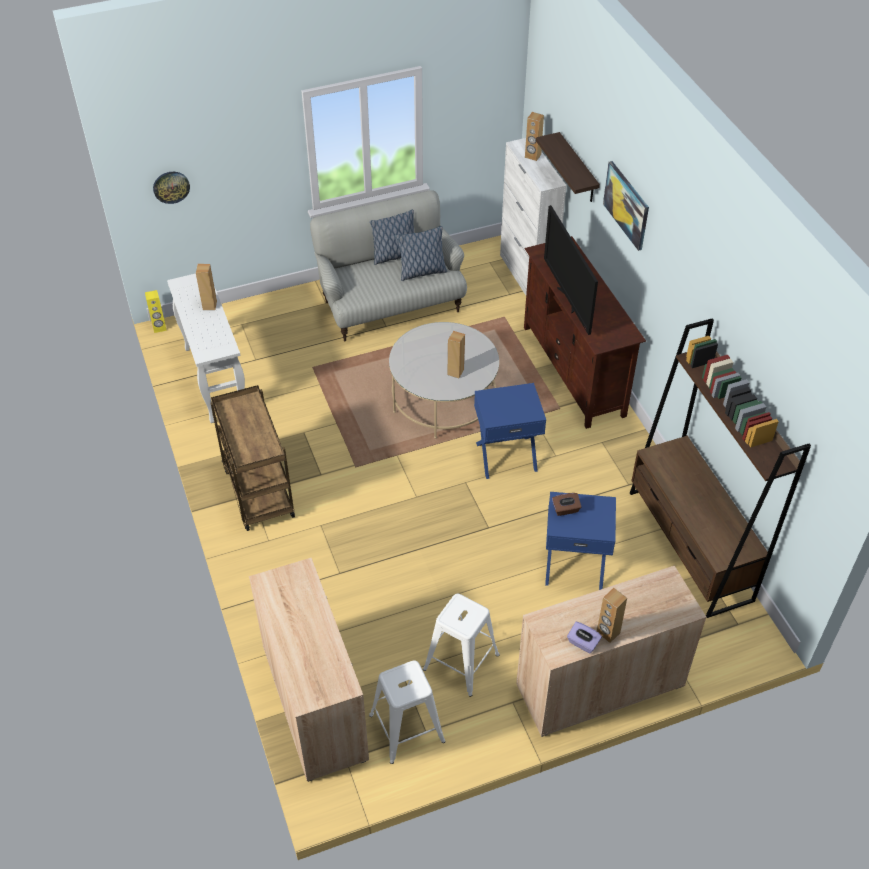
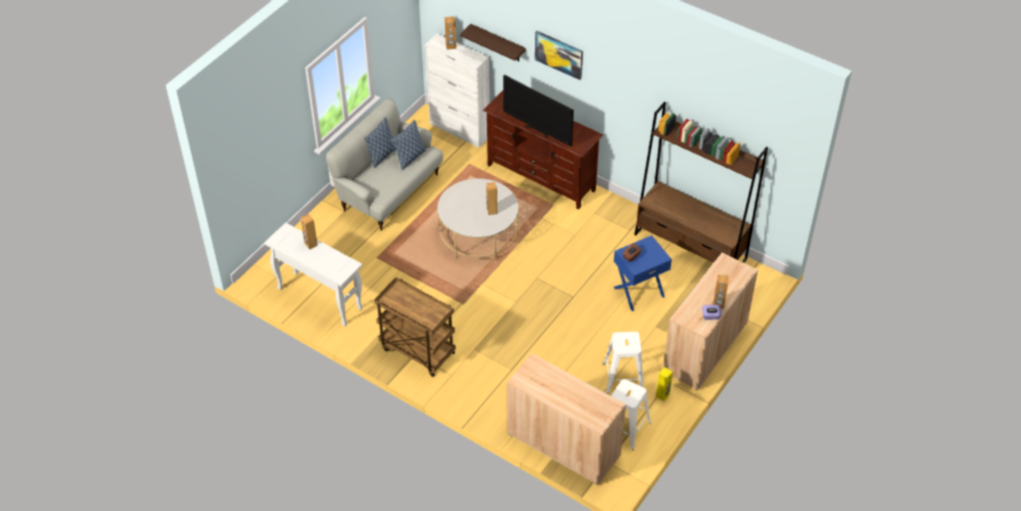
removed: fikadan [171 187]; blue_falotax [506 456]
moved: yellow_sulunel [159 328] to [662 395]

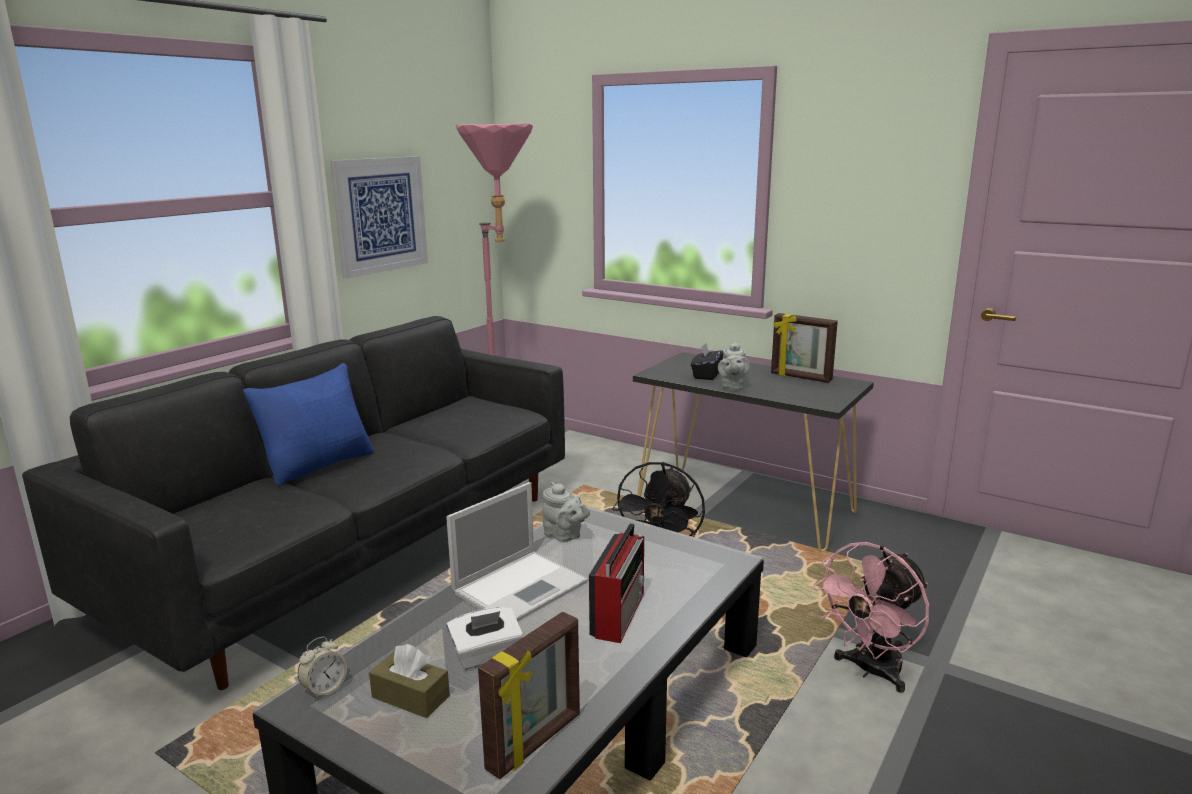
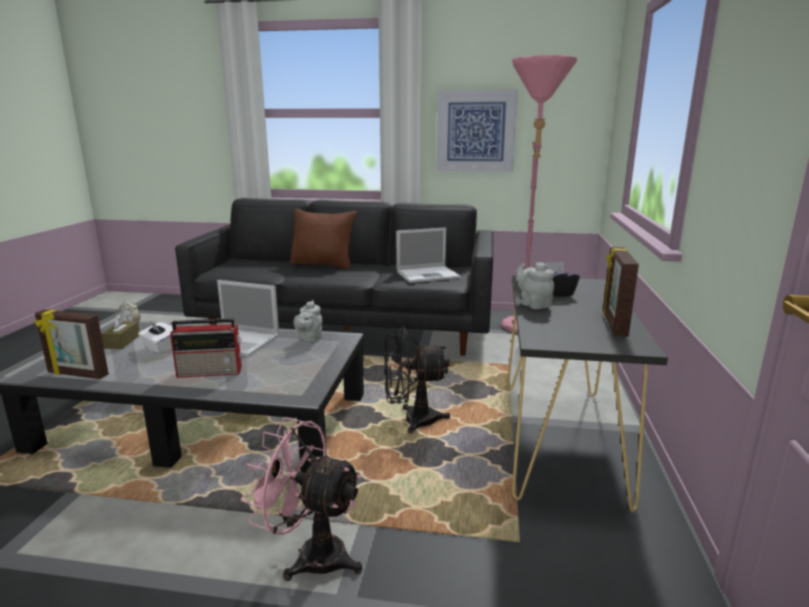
added: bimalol [429 274]
recoloured: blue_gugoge [319 465] to brown_gugoge [323 264]
turned: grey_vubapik [732 387] = [533 304] 75 degrees clockwise

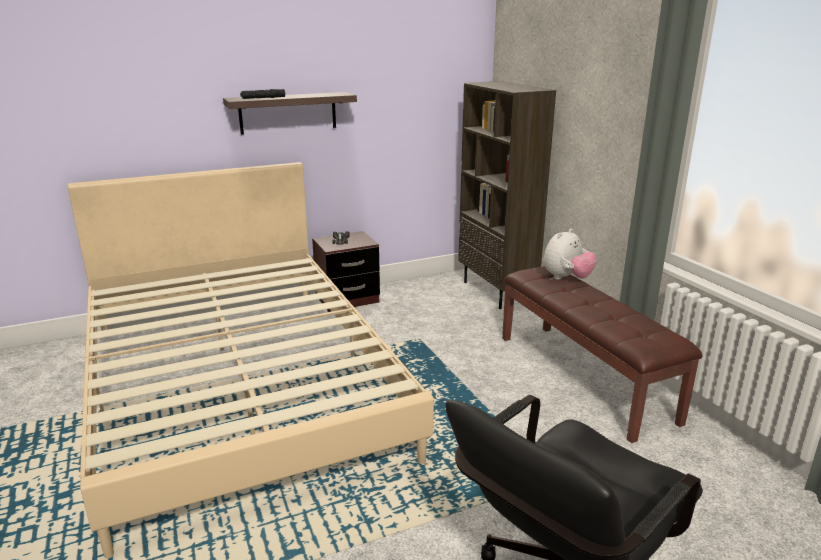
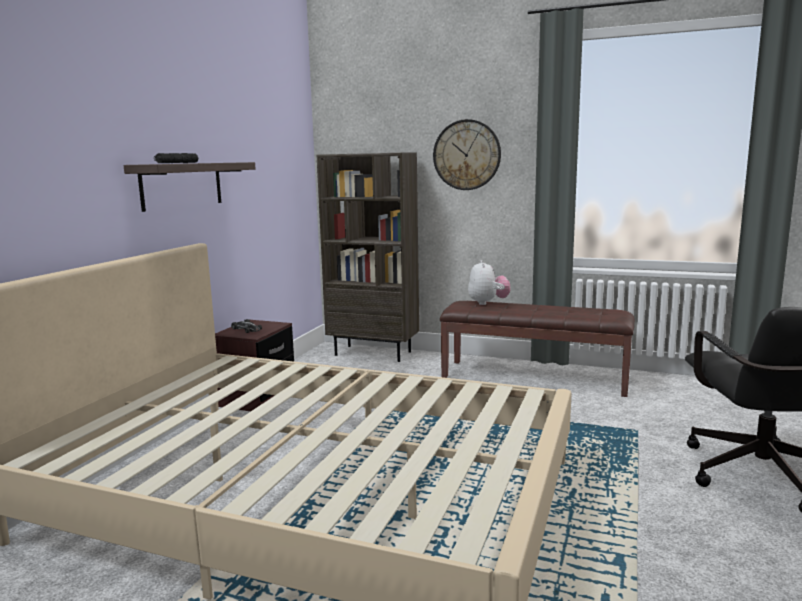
added: fikadan [467 155]

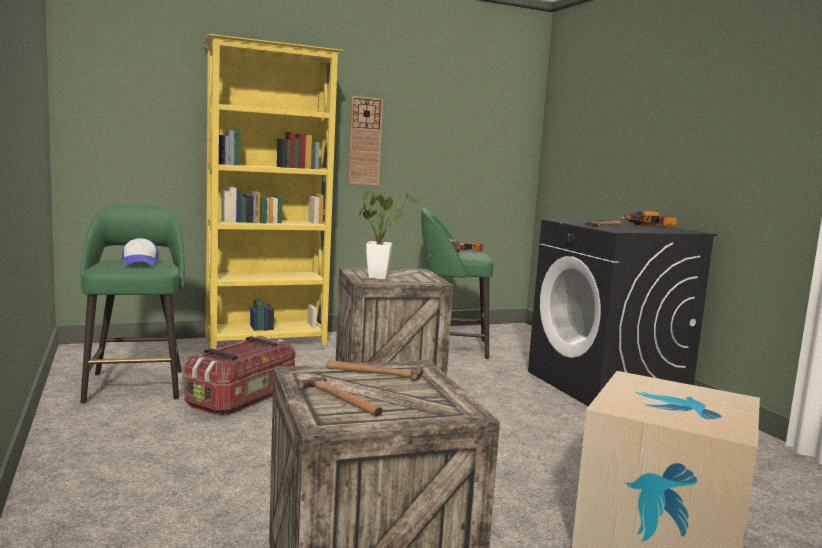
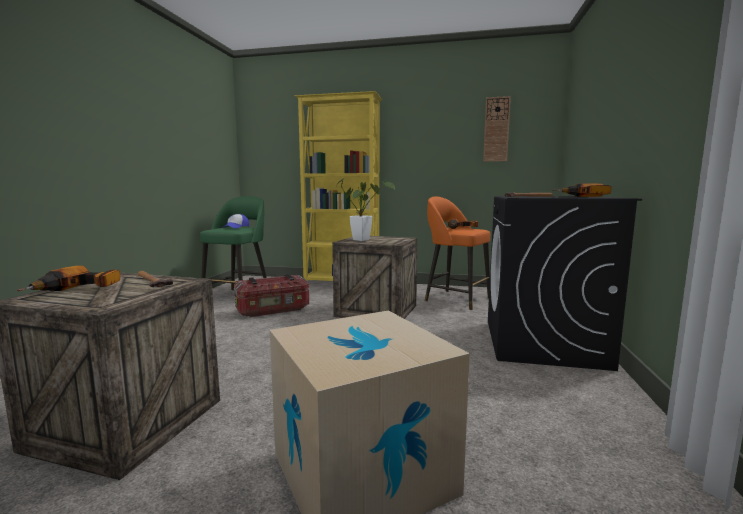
moved: fikadan [364 141] to [496 129]
replaced: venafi [341 400] to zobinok [78 290]
recoloured: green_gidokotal [450 347] to orange_gidokotal [455 299]

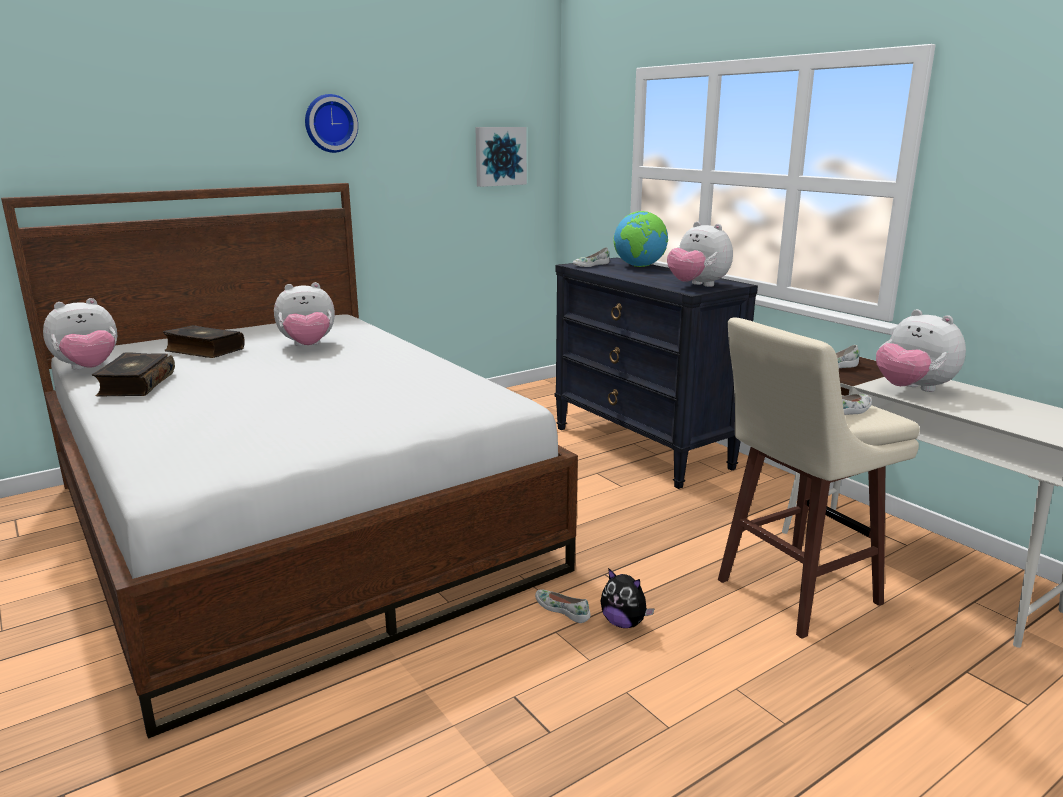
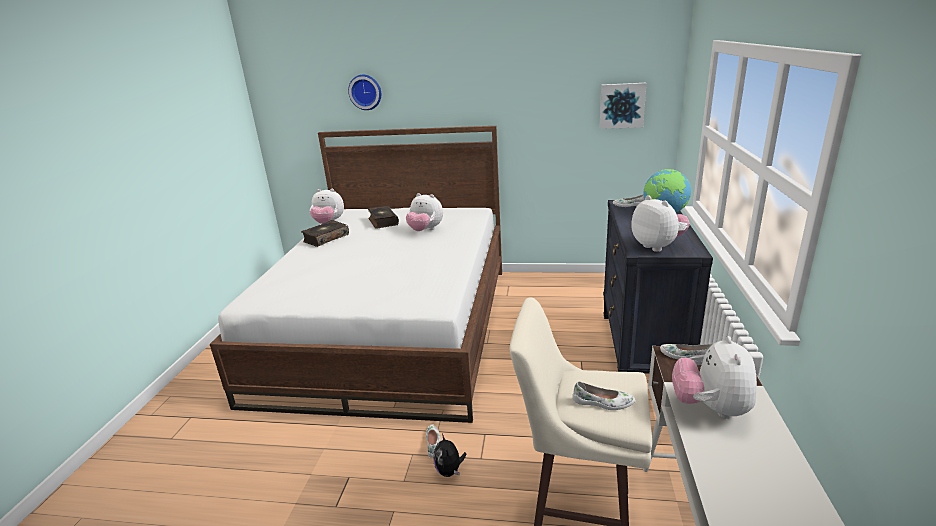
moved: fikadan [330 123] to [365 92]
turned: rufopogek [697 286] = [657 246] 150 degrees clockwise

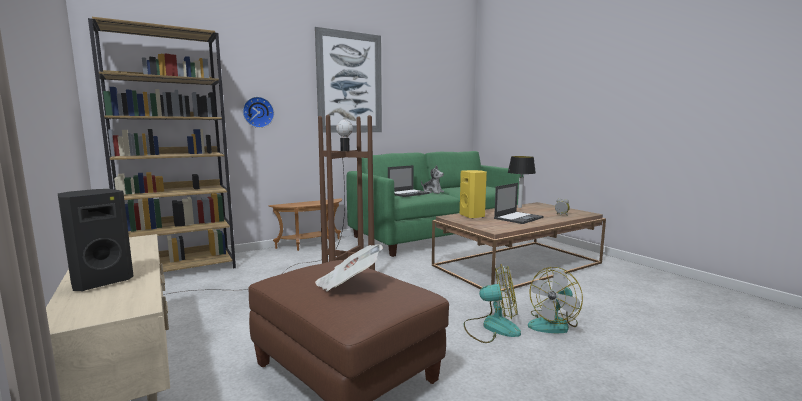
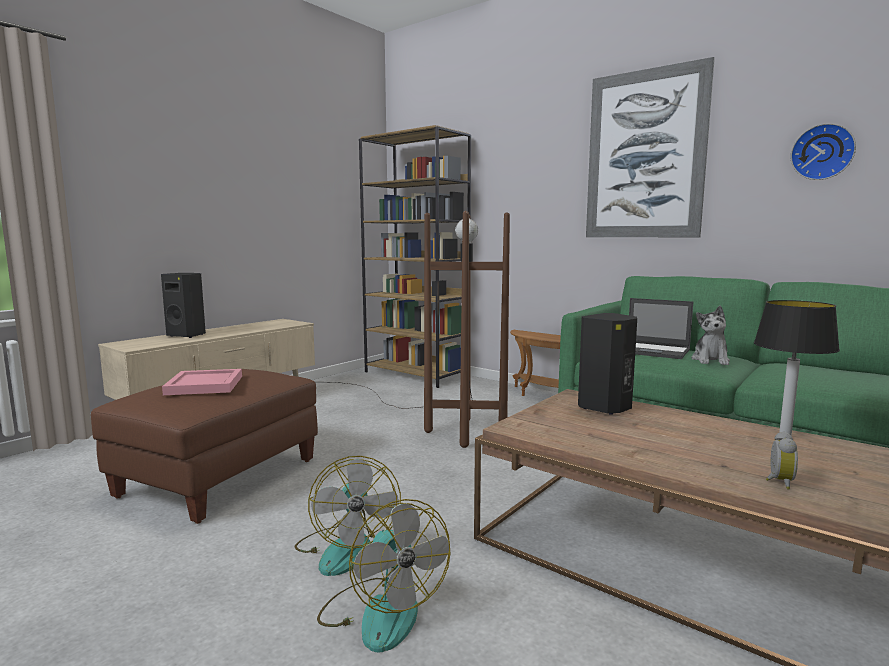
removed: bimalol [518 218]
moved: fikadan [258 112] to [822 152]
replaced: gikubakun [348 284] to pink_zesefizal [204 385]
recoloured: yellow_sulunel [473 216] to black_sulunel [606 408]
turned: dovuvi [553 324] = [381 611] 150 degrees counterclockwise

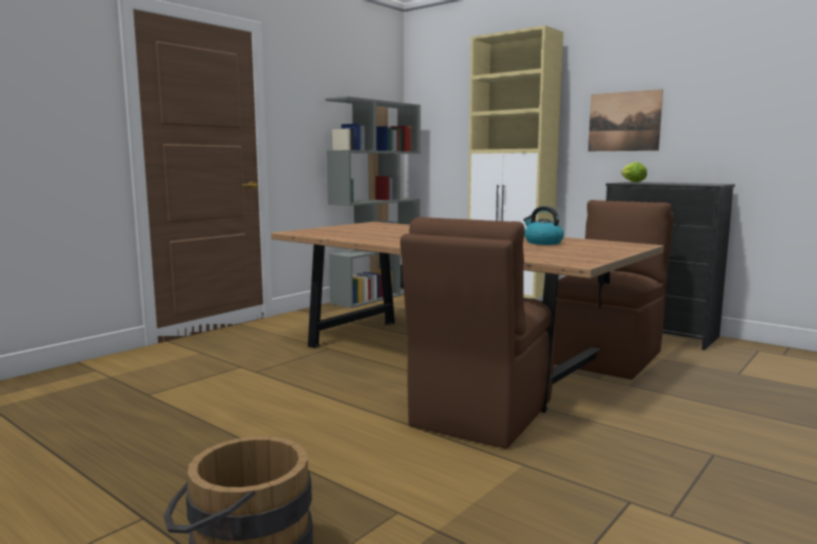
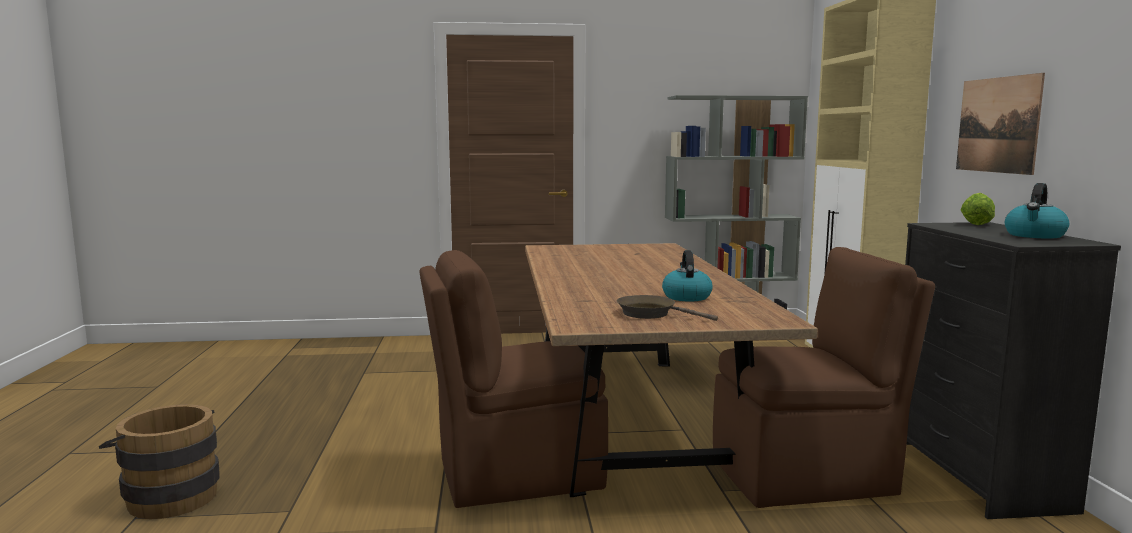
added: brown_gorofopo [651 314]; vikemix [1035 235]

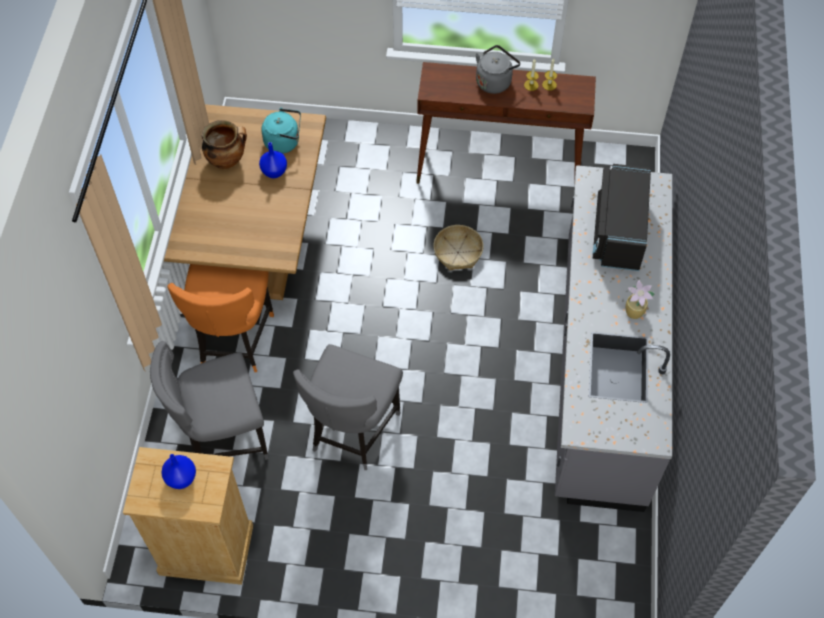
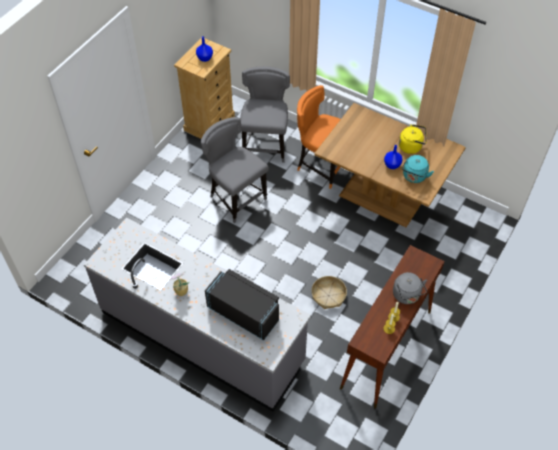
replaced: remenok [227 160] to yellow_vikemix [411 146]

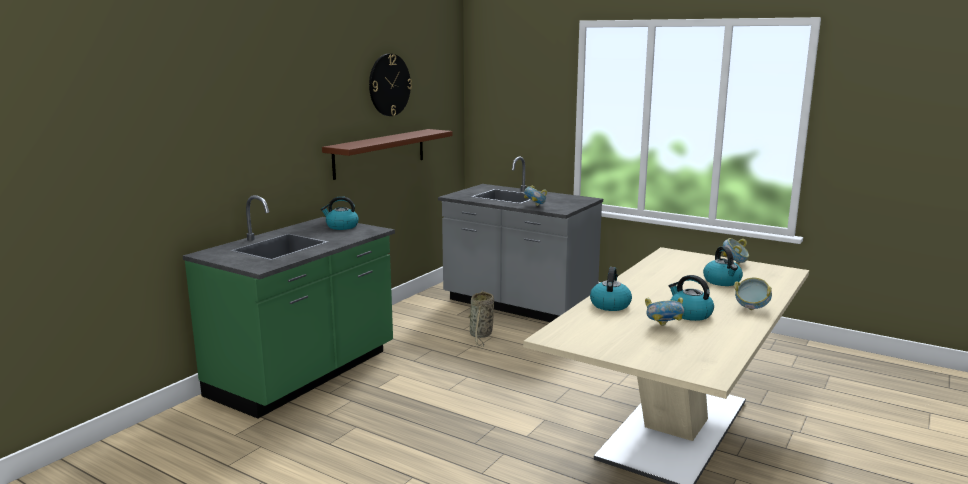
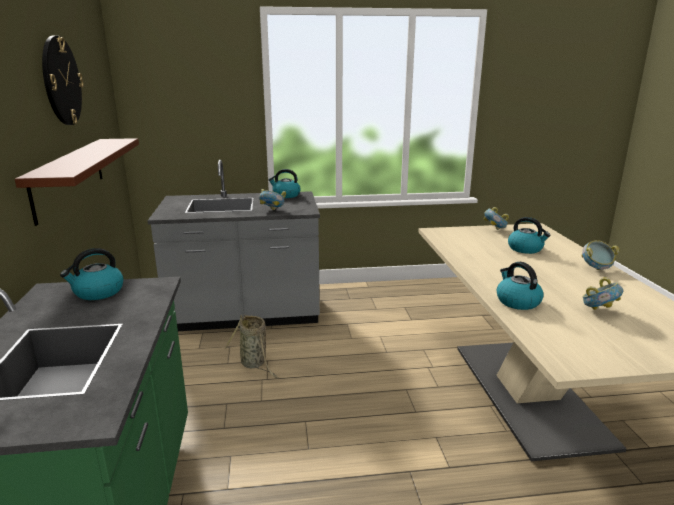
moved: vikemix [689 314] to [286 195]

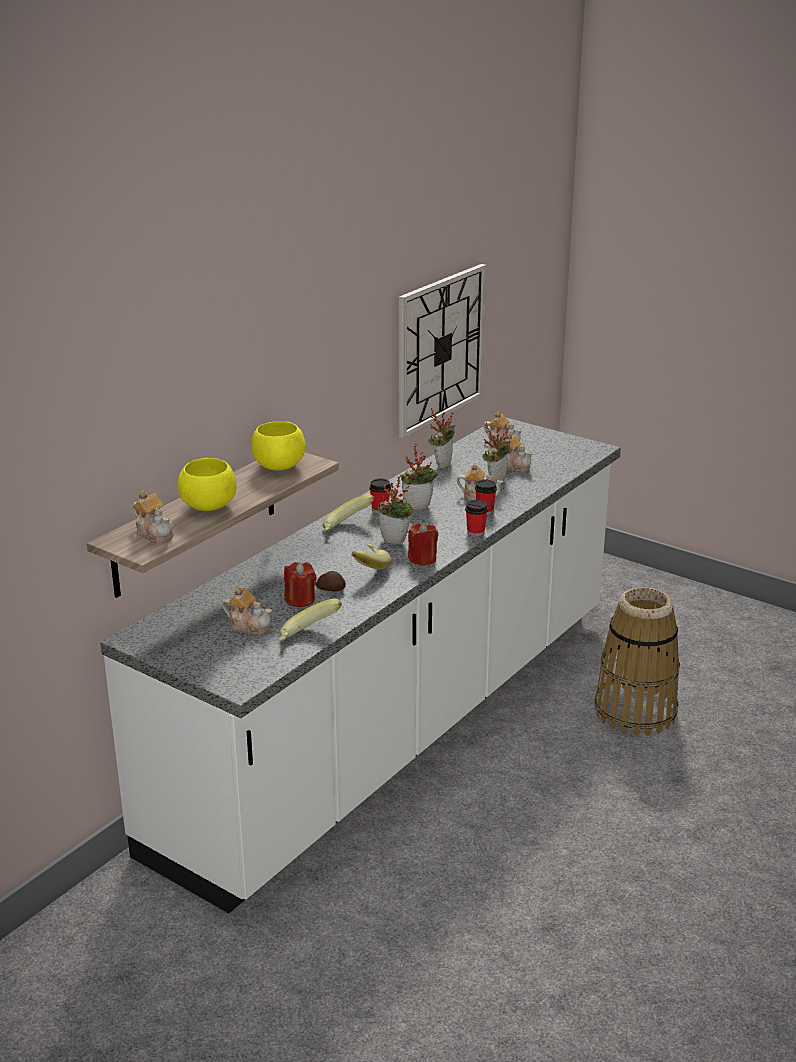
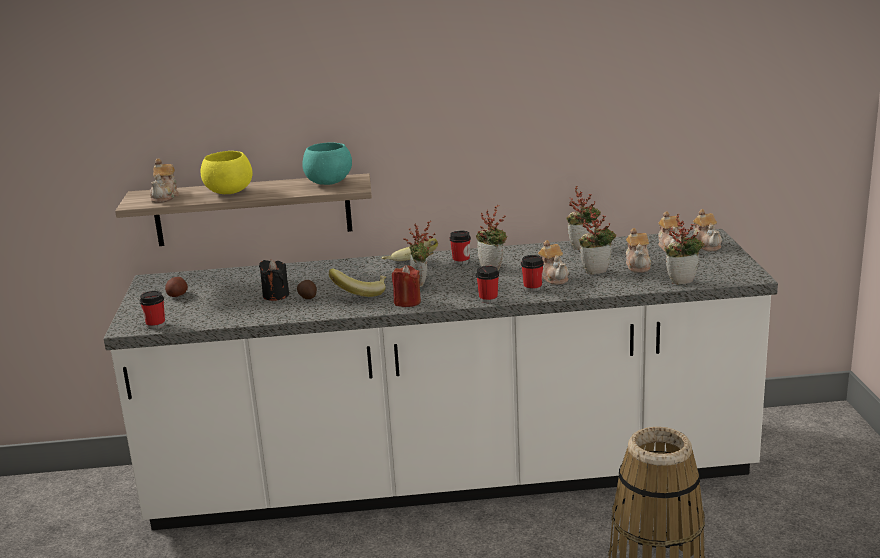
removed: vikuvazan [309 637]; fikadan [440 348]
added: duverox [156 325]; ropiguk [178 295]; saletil [682 280]
moved: vubapik [249 626] to [706 245]
recoloured: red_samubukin [300 600] to black_samubukin [276 295]; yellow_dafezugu [280 467] to turquoise_dafezugu [329 183]

